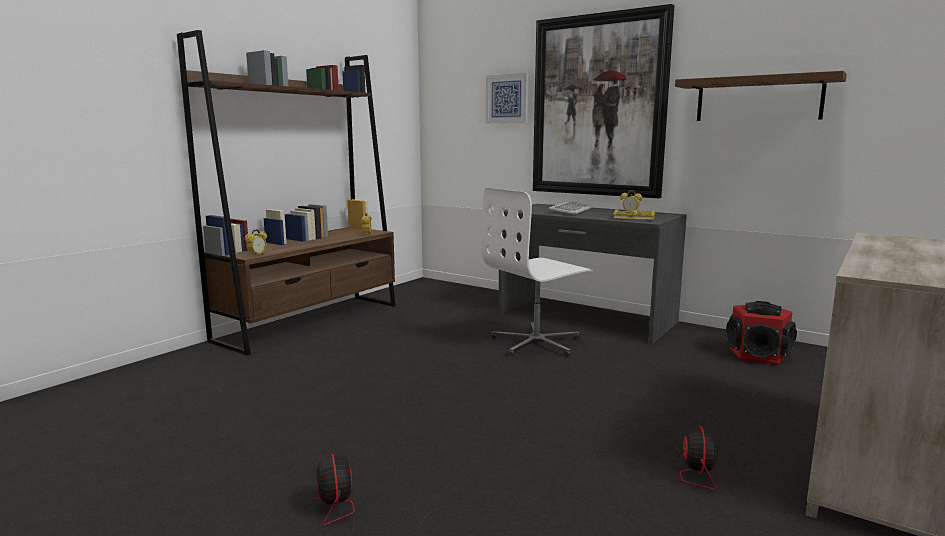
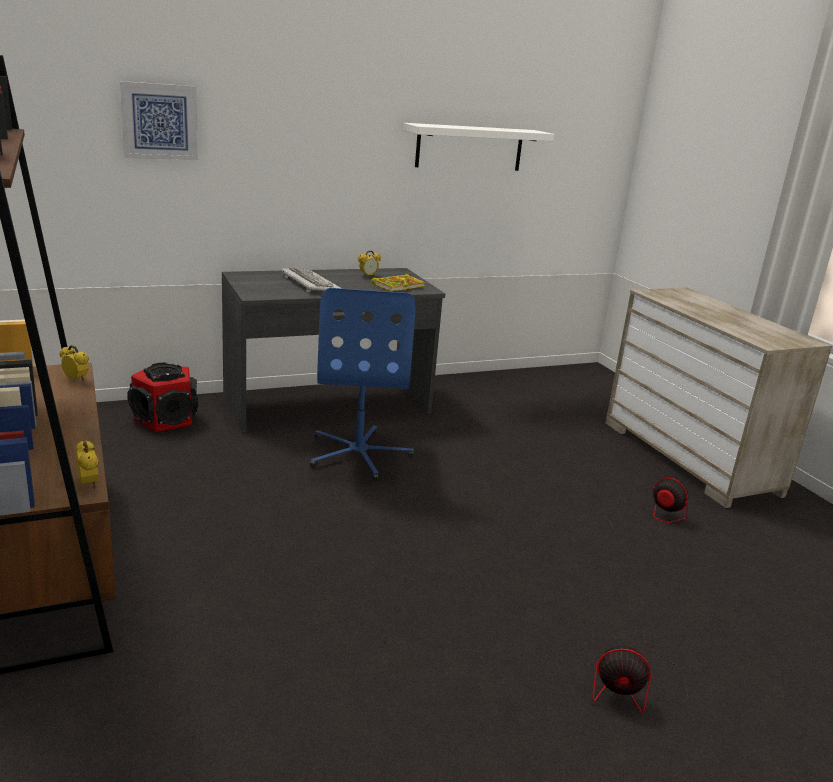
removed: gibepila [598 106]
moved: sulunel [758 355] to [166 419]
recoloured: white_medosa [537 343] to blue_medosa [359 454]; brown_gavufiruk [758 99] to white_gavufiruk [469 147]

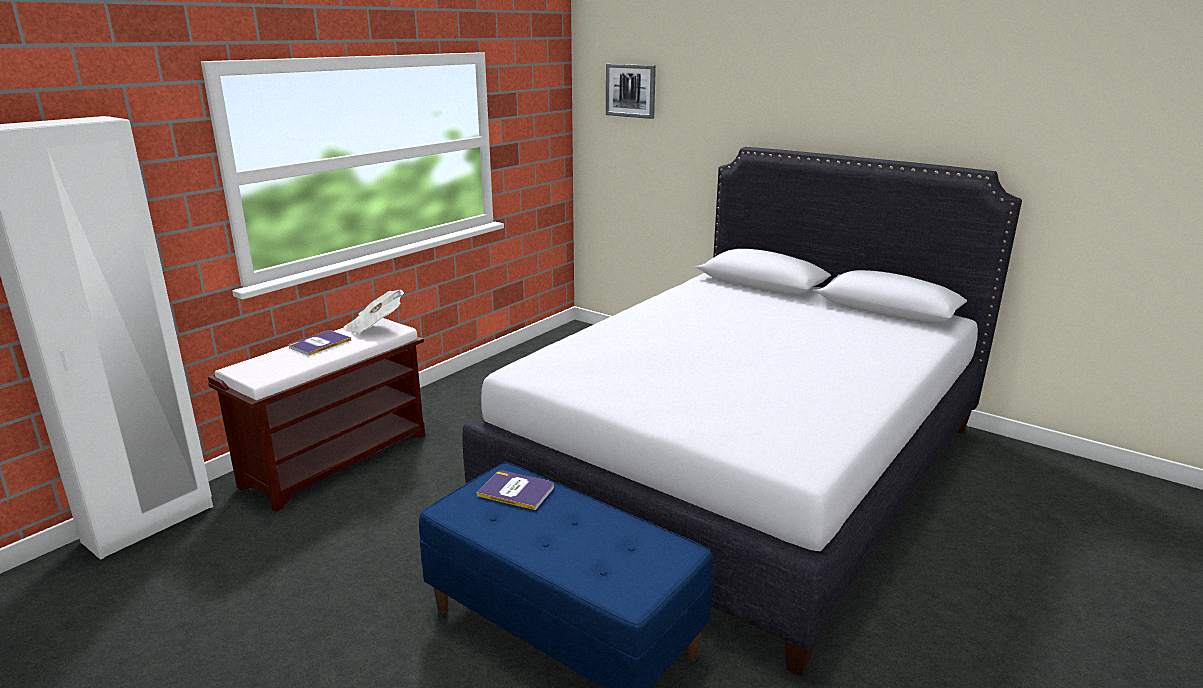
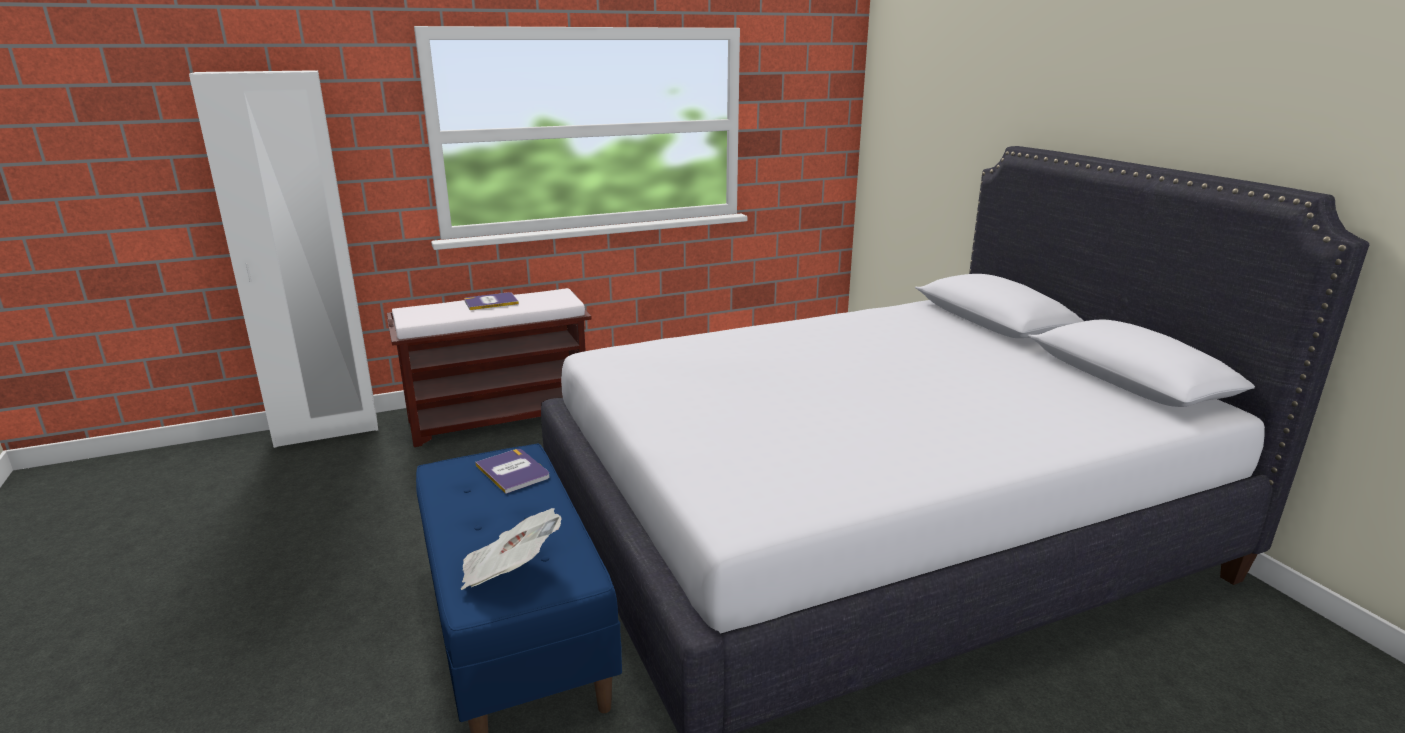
removed: gibepila [631 90]
moved: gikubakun [374 327] to [510 572]

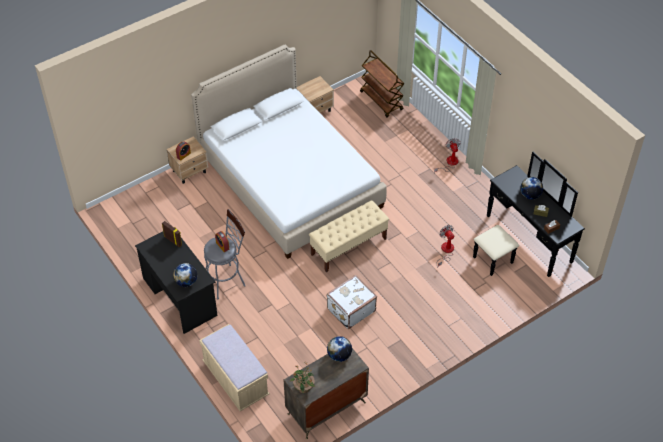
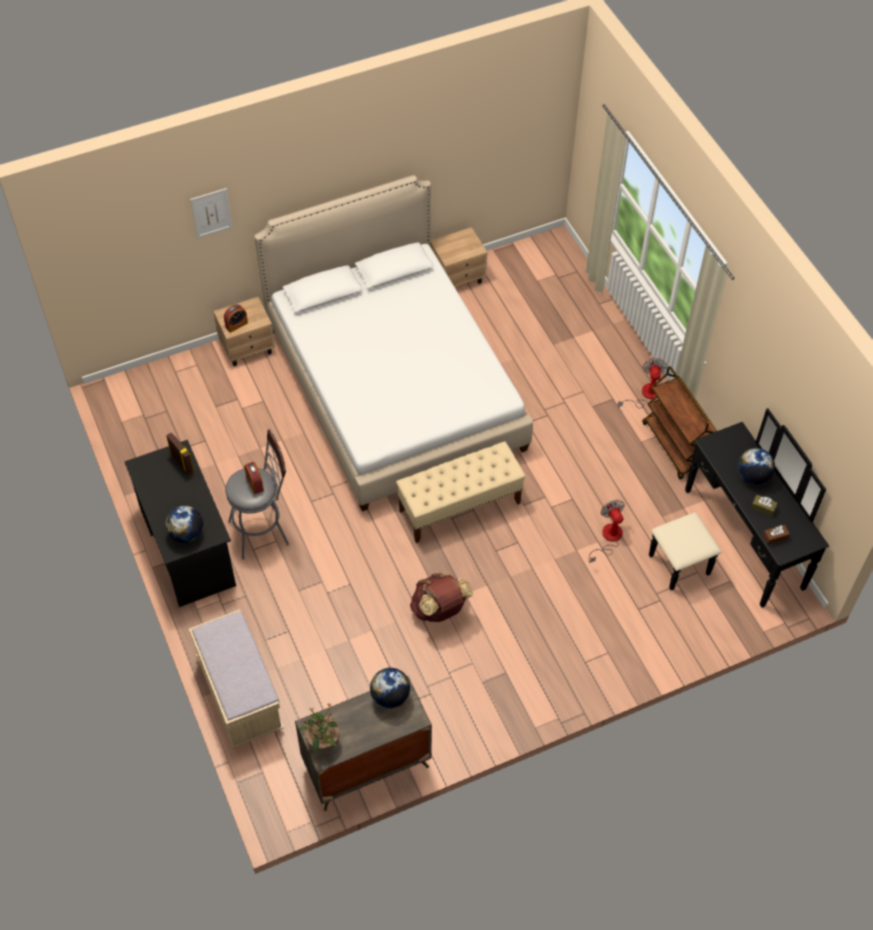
added: gibepila [211 213]
moved: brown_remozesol [381 101] to [675 446]
replaced: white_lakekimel [350 309] to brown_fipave [439 610]

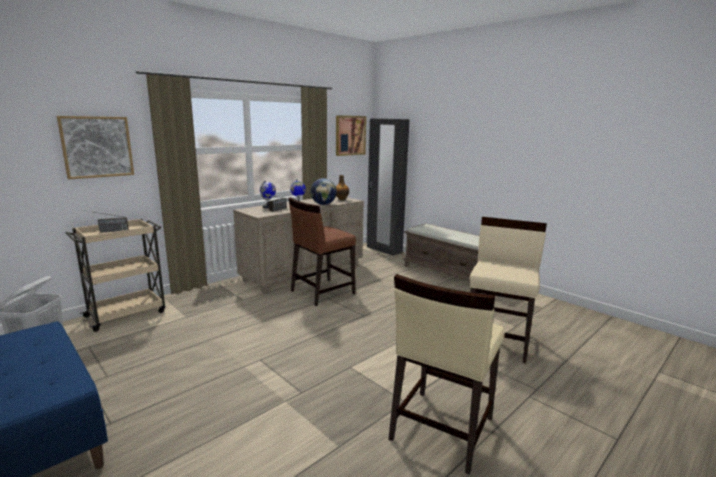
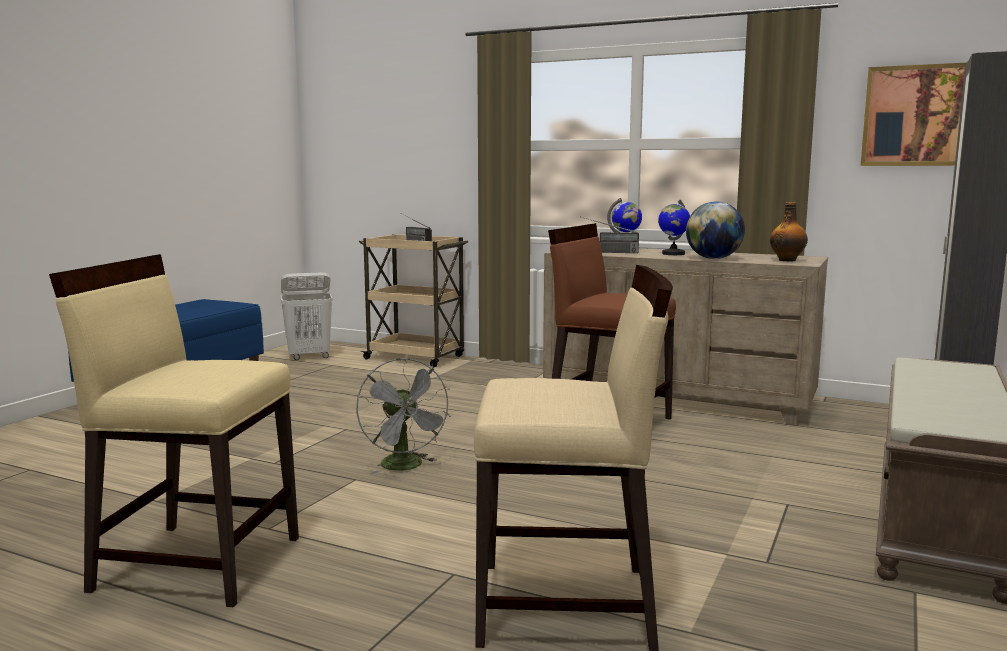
removed: gibepila [97 147]
added: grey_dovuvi [406 467]

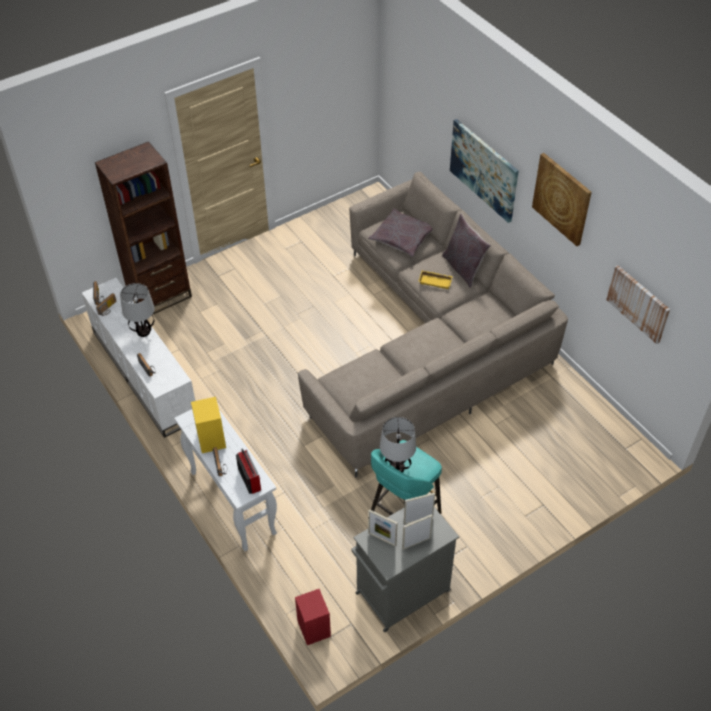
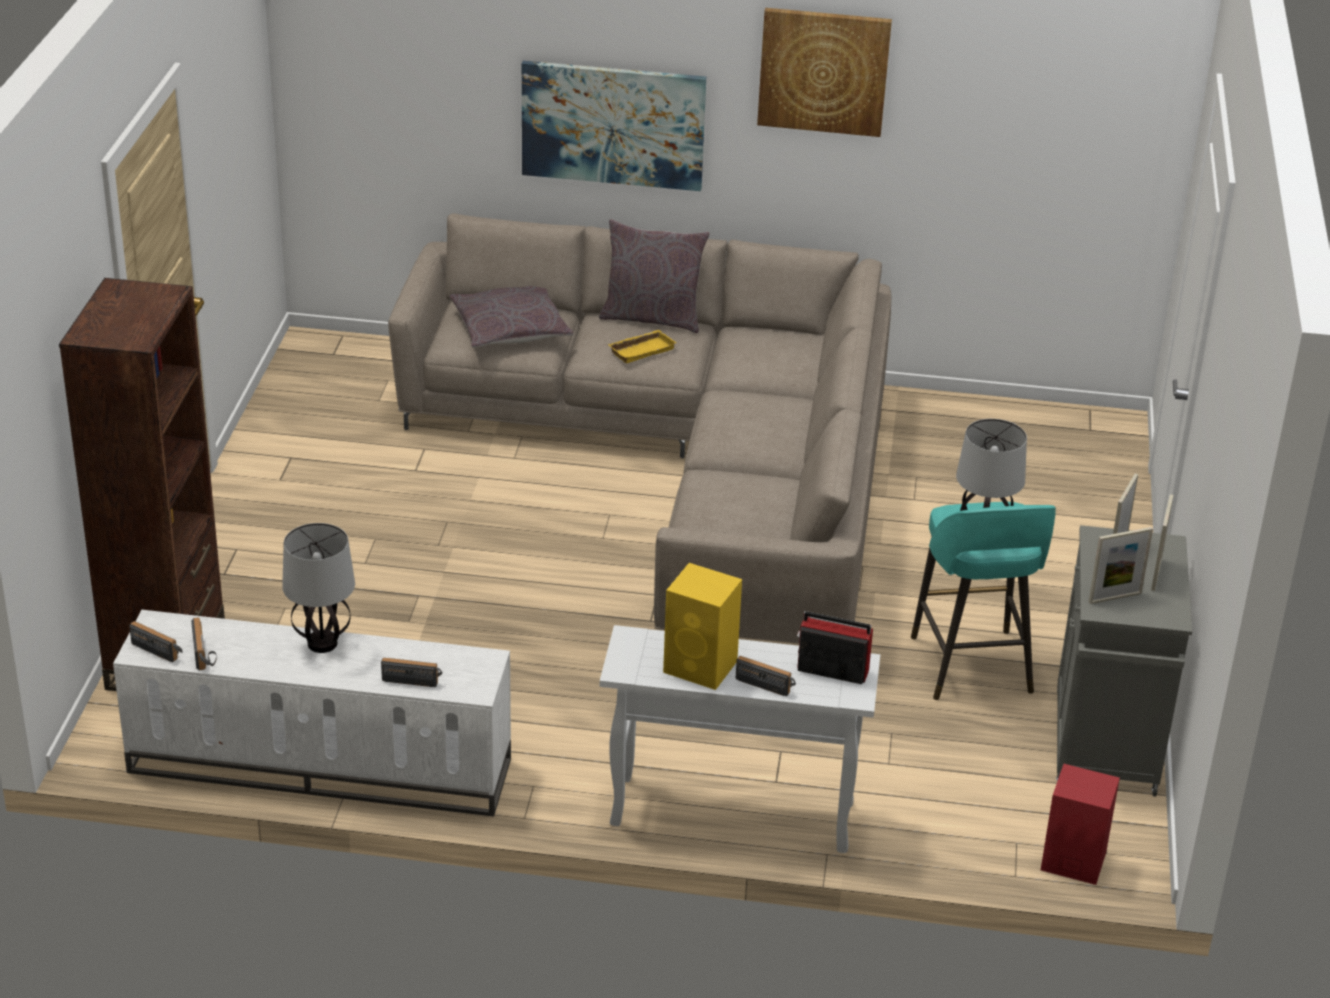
removed: gibepila [638 303]

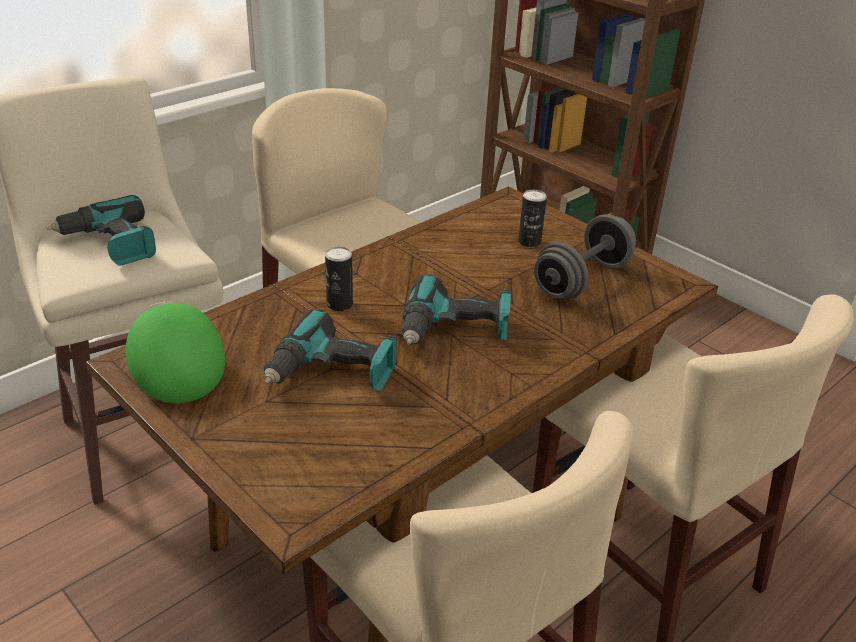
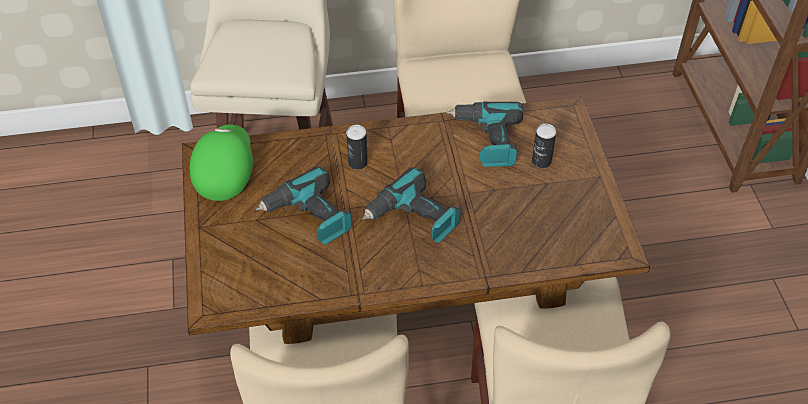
removed: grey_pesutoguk [582 280]
moved: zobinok [111 244] to [487 140]

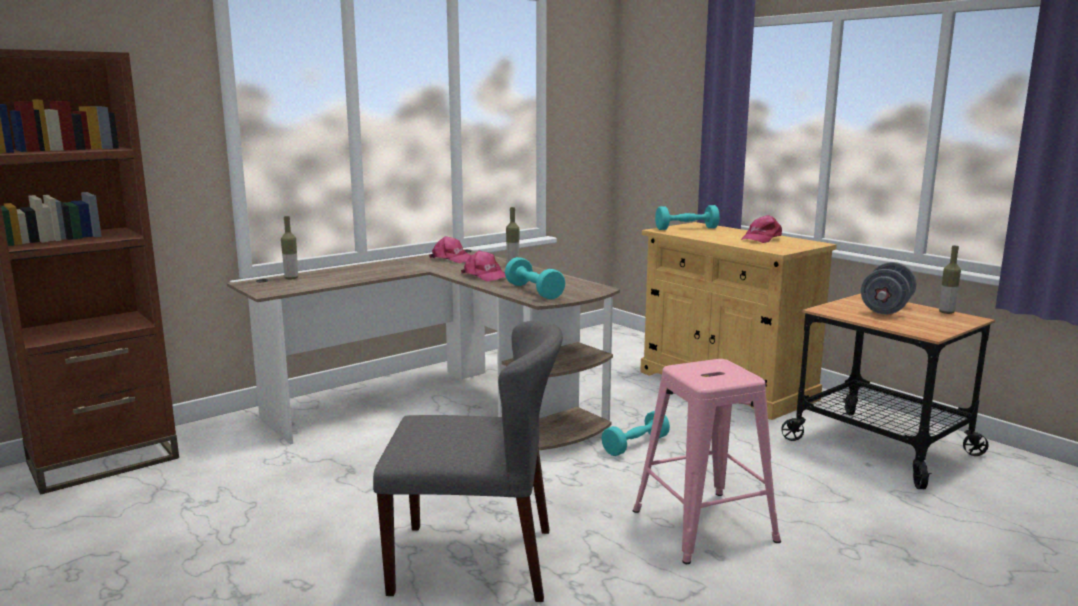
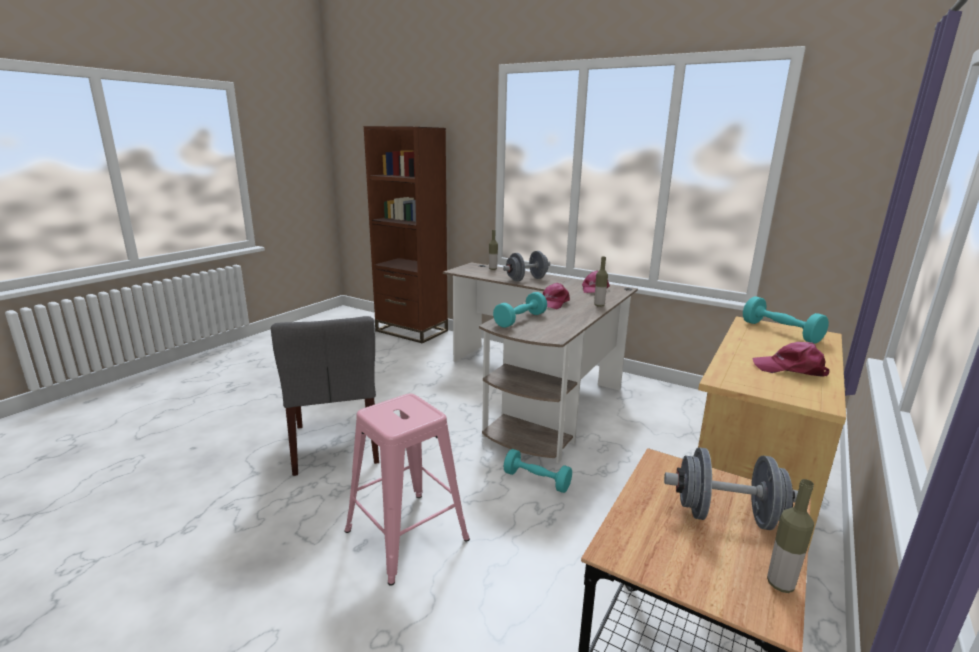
added: grey_pesutoguk [526 279]

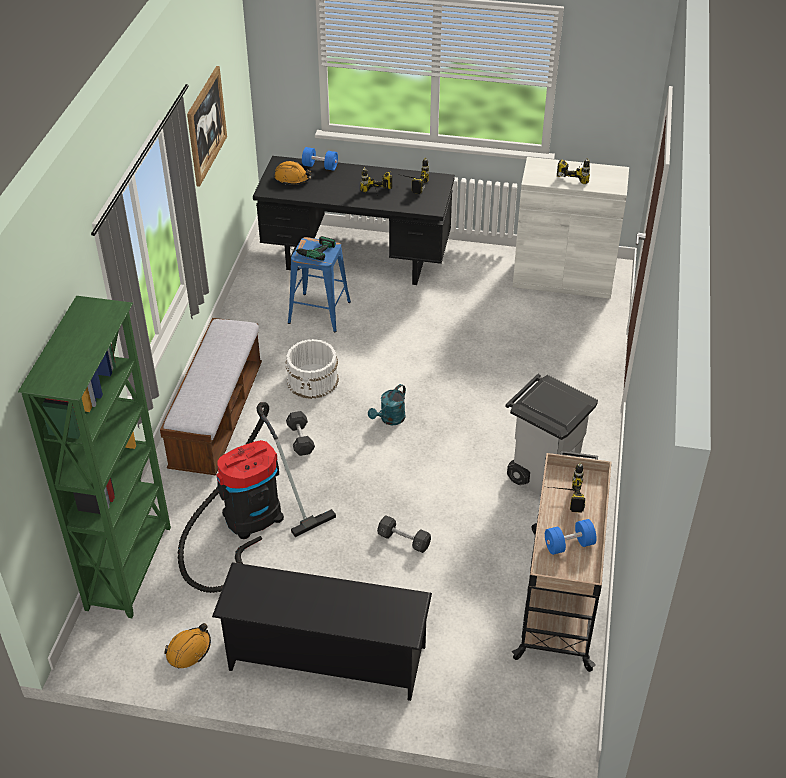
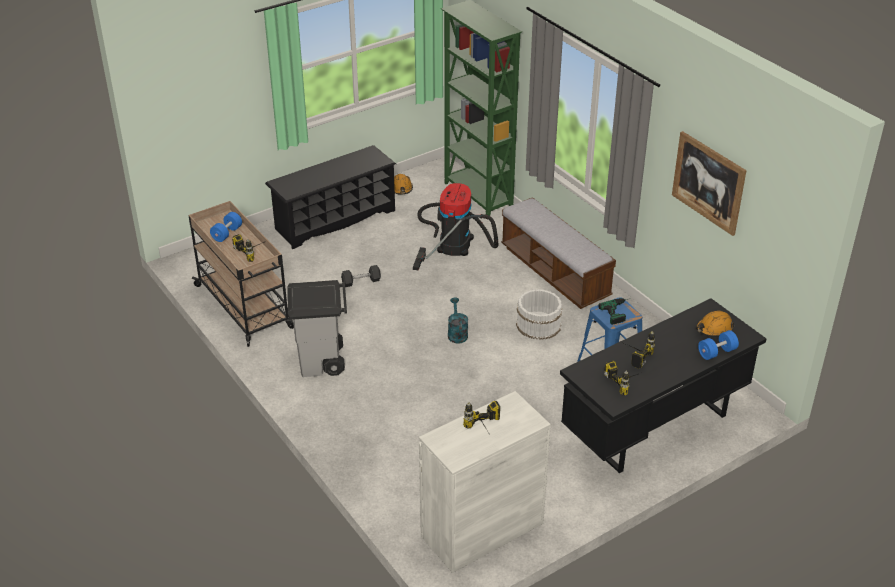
removed: grey_pesutoguk [300 439]

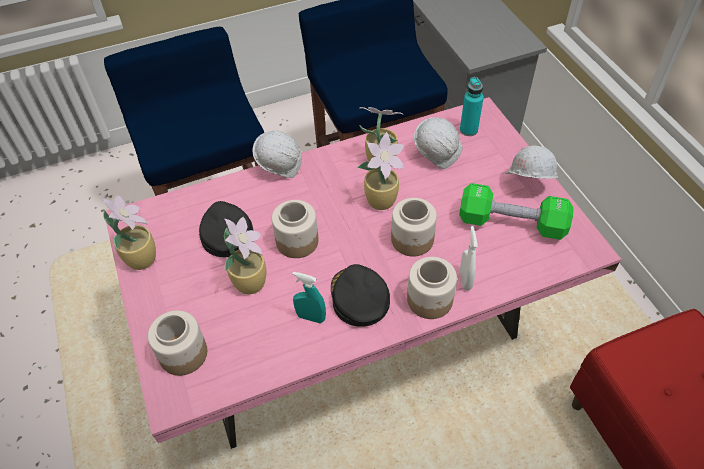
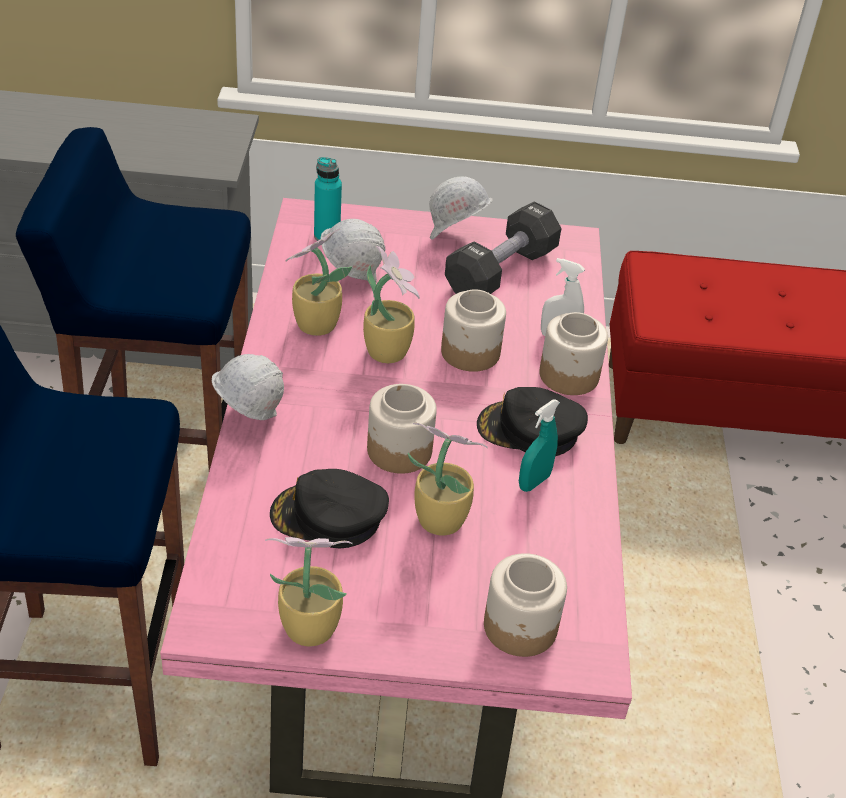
recoloured: green_pesutoguk [511 223] to black_pesutoguk [501 272]

